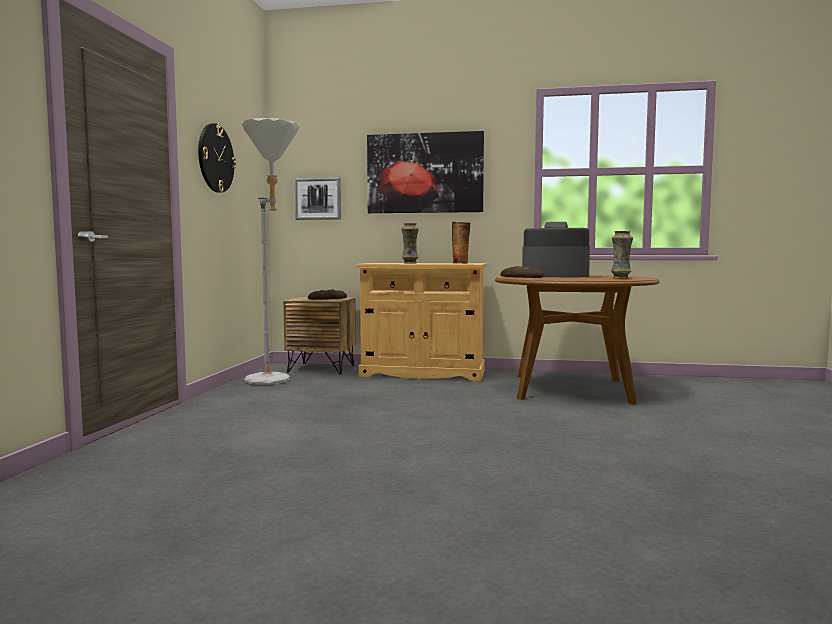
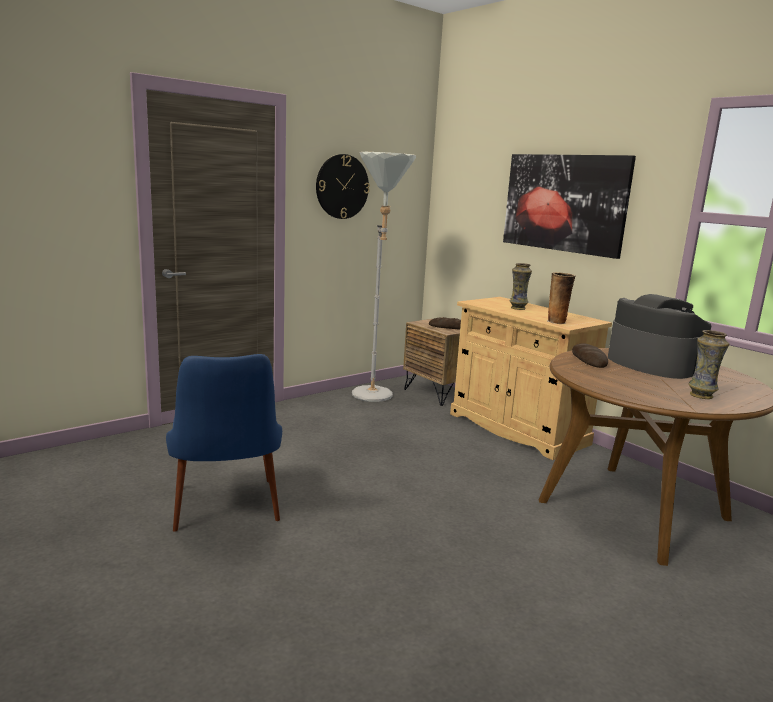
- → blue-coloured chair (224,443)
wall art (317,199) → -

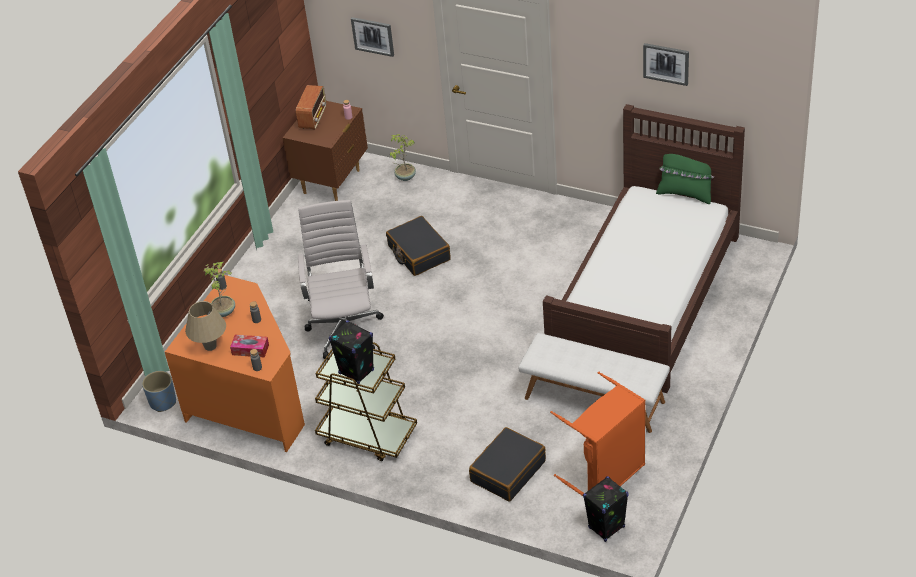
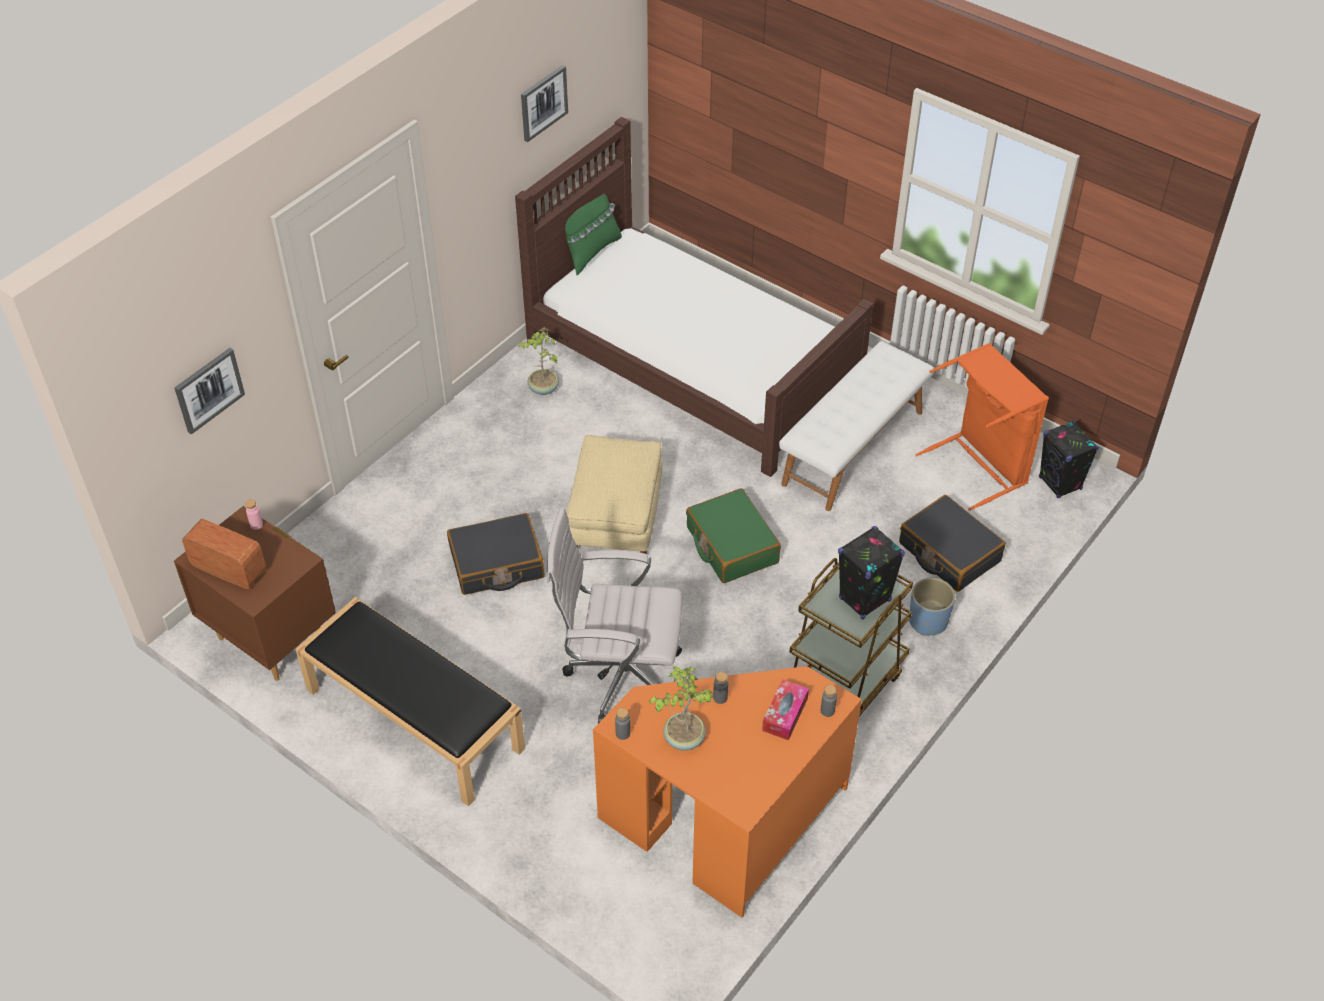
- → blackish indoor bench (410,702)
houseplant (403,157) → houseplant (539,361), shifted
- → beige footrest (614,494)
- → green suitcase (733,535)
blue-coloured planter (159,391) → blue-coloured planter (932,607), shifted
beige table lamp (205,326) → -

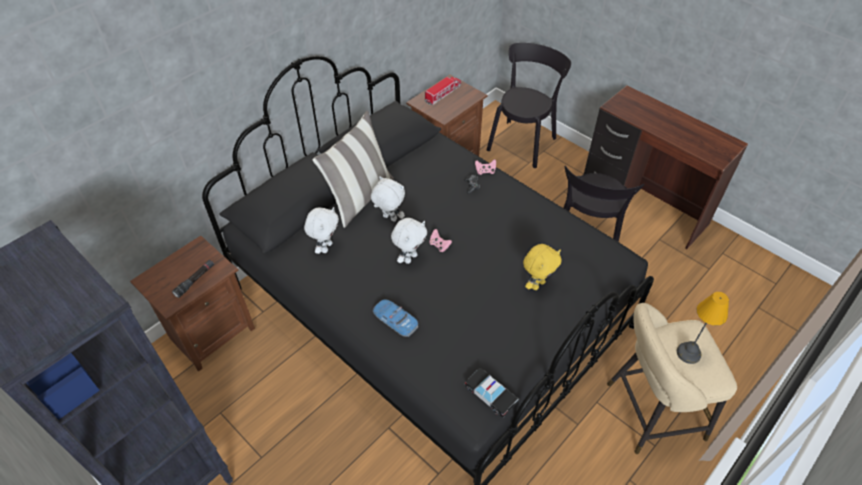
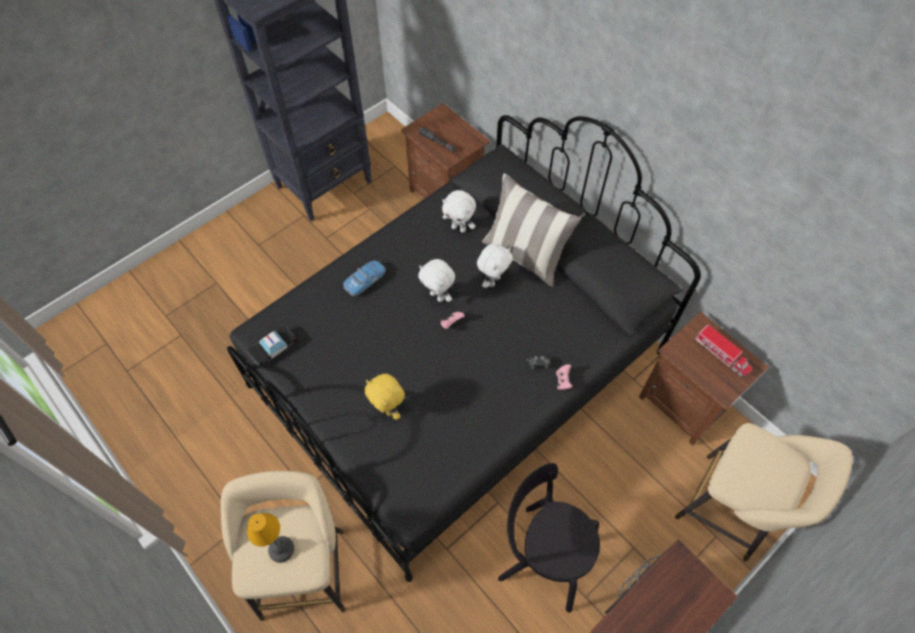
blackish chair (529,105) → beige sitting stool (764,492)

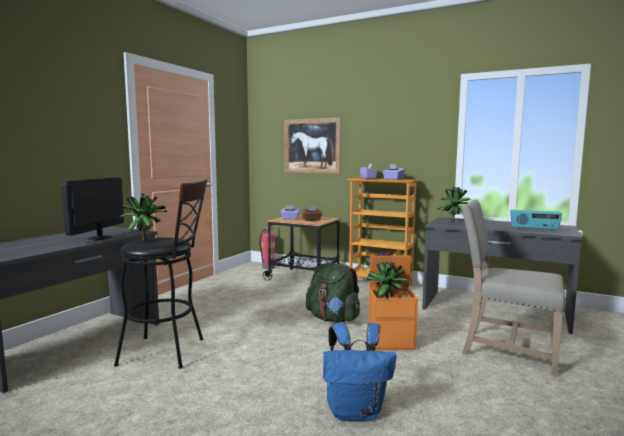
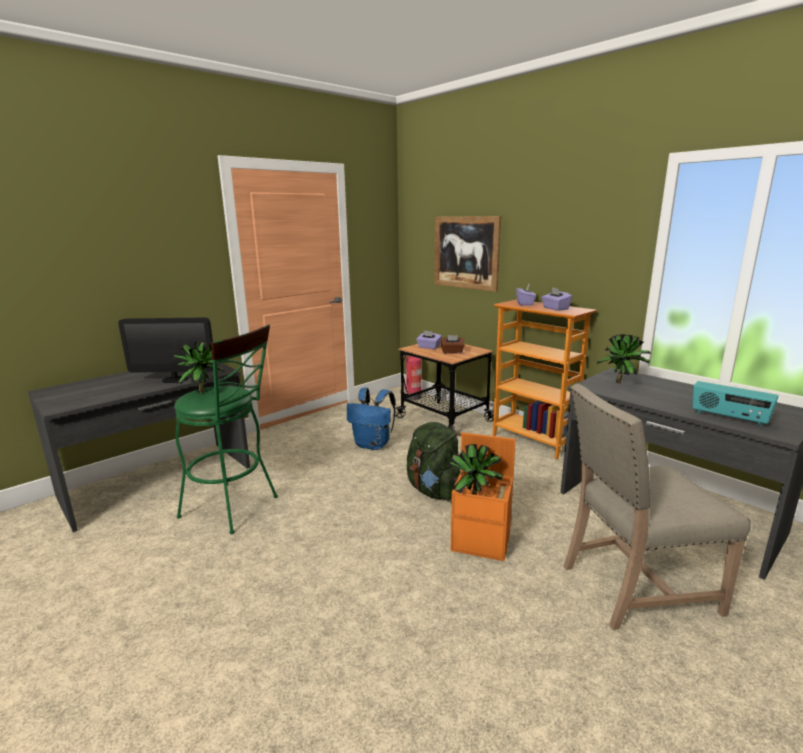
computer screen (92,208) → computer screen (165,350), 120 degrees counterclockwise
blackish sitting stool (160,274) → green sitting stool (226,429)
blue-coloured backpack (360,372) → blue-coloured backpack (371,419), shifted
beige chair (513,288) → beige chair (657,507), 60 degrees counterclockwise

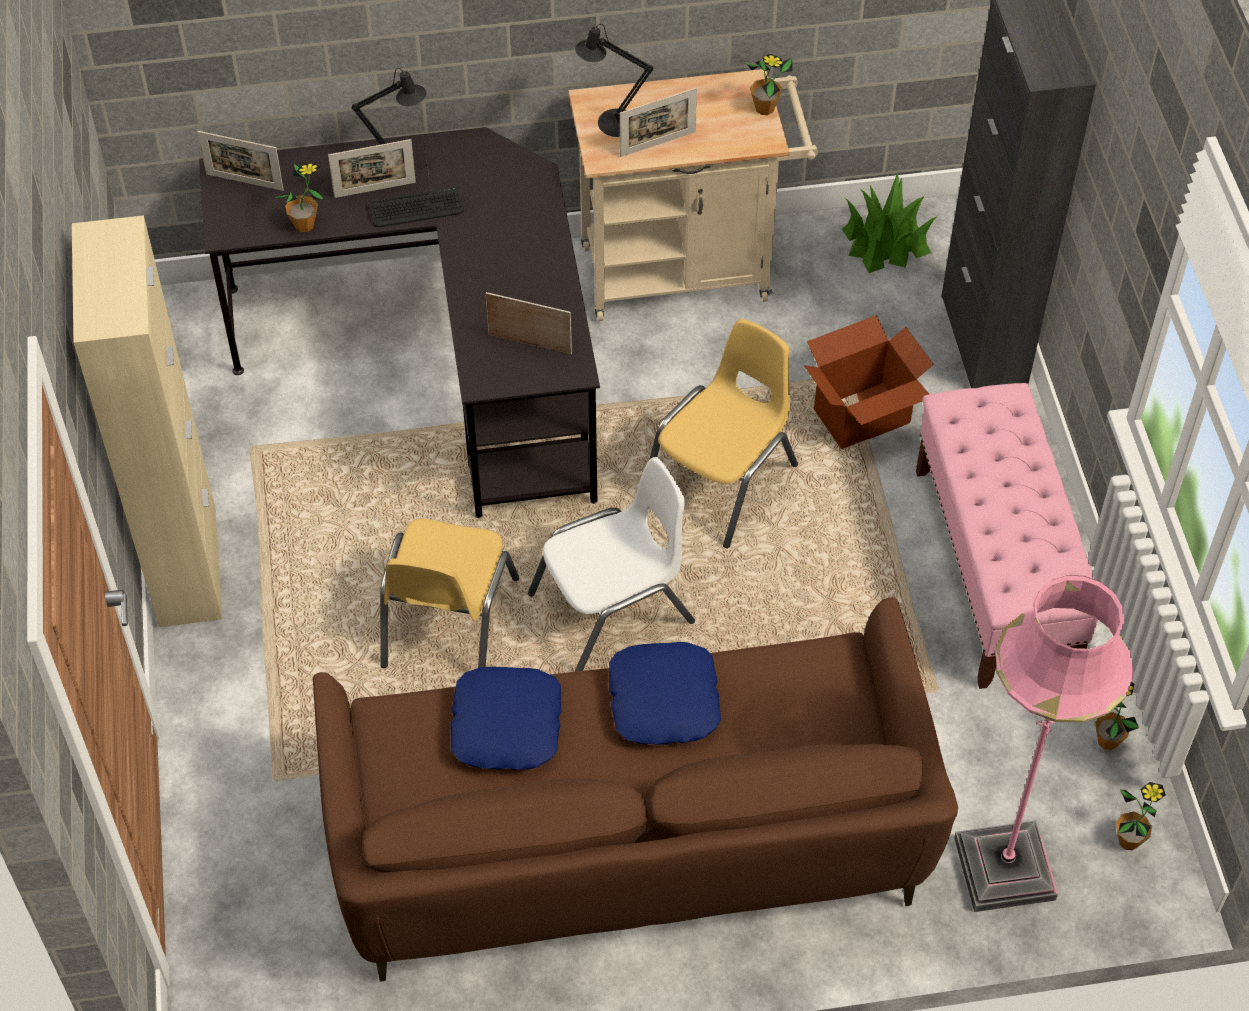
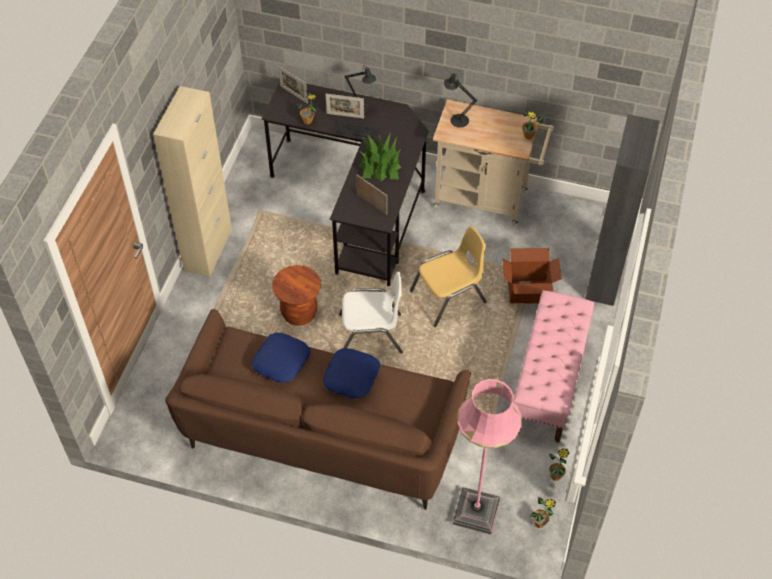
yellowish chair (449,593) → brownish sitting stool (296,295)
houseplant (890,222) → houseplant (380,157), shifted
picture frame (658,122) → -

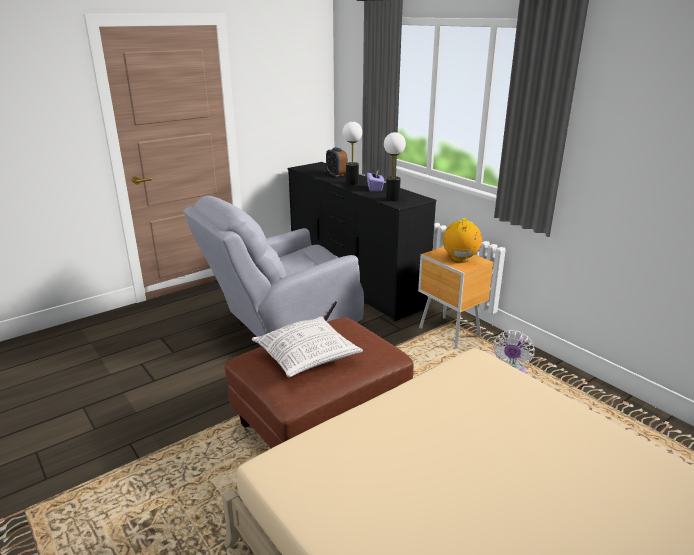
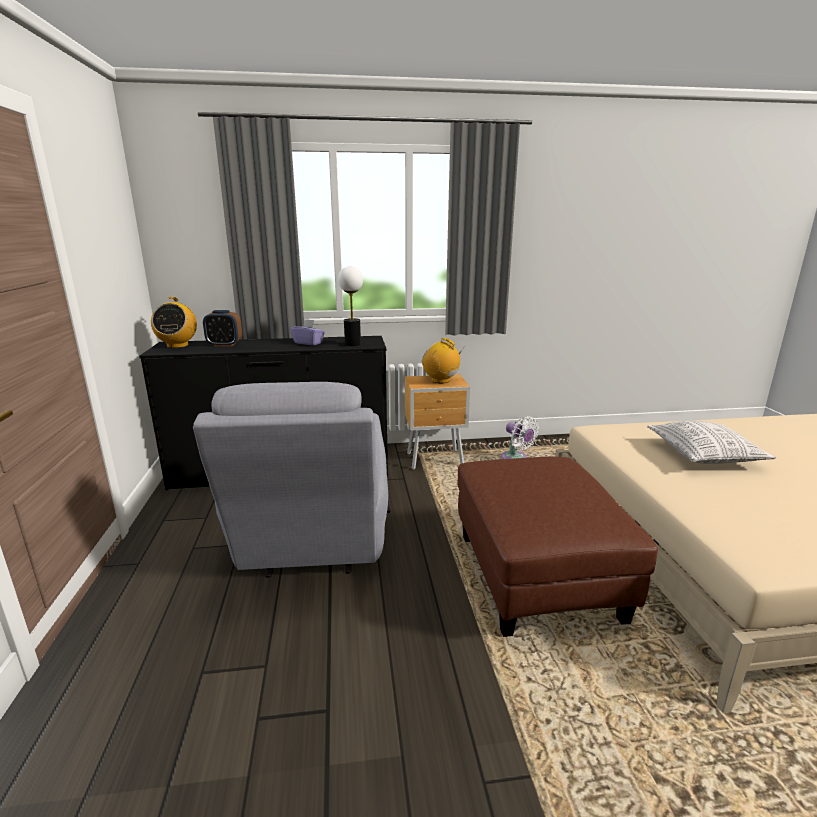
- → radio set (174,322)
throw pillow (307,346) → throw pillow (711,442), shifted
table lamp (352,153) → -

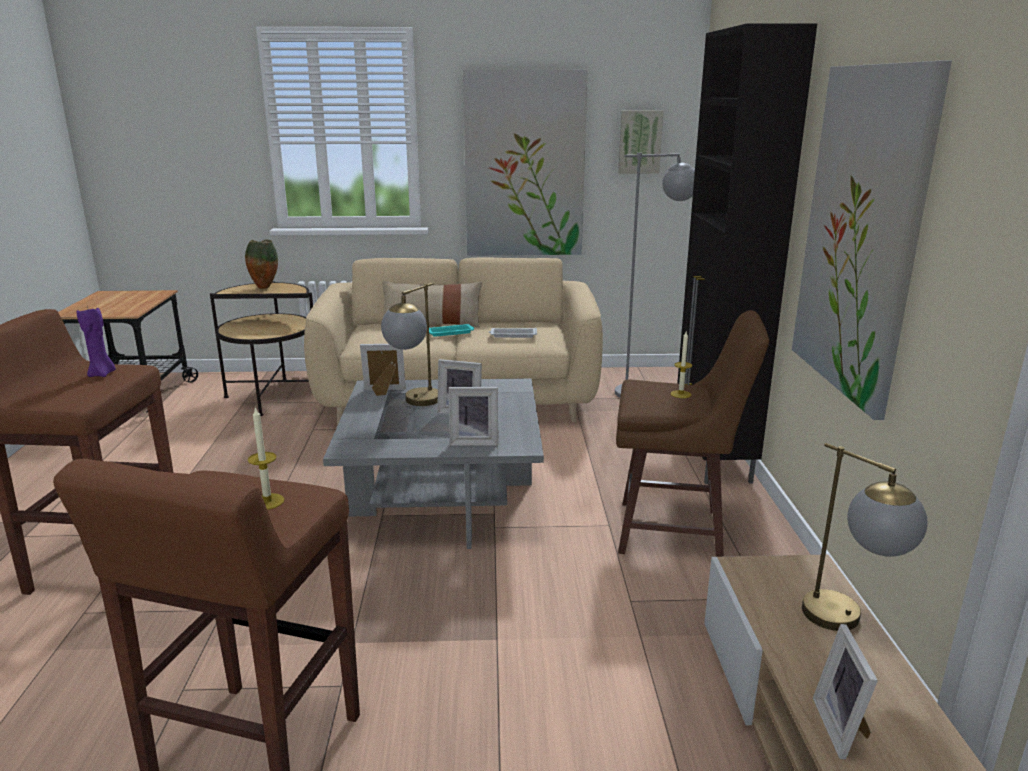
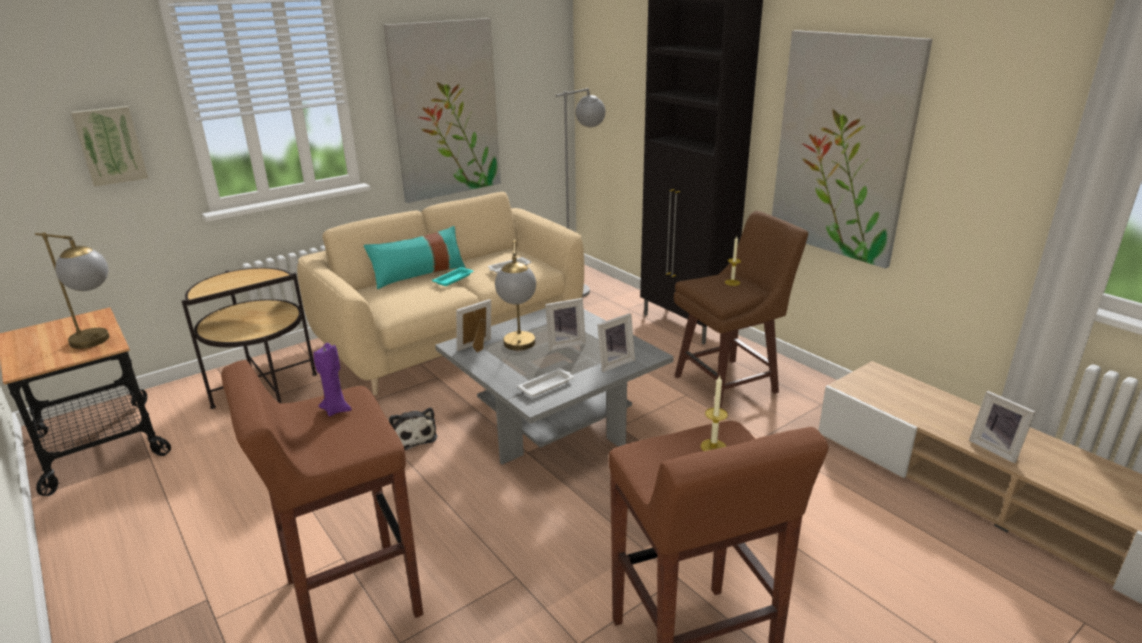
table lamp (864,537) → table lamp (72,290), shifted
wall art (640,142) → wall art (109,146), shifted
beige throw pillow (432,304) → turquoise-coloured throw pillow (415,257)
- → cuddly toy (413,429)
- → whitish carrying tray (545,382)
flower vase (261,264) → -

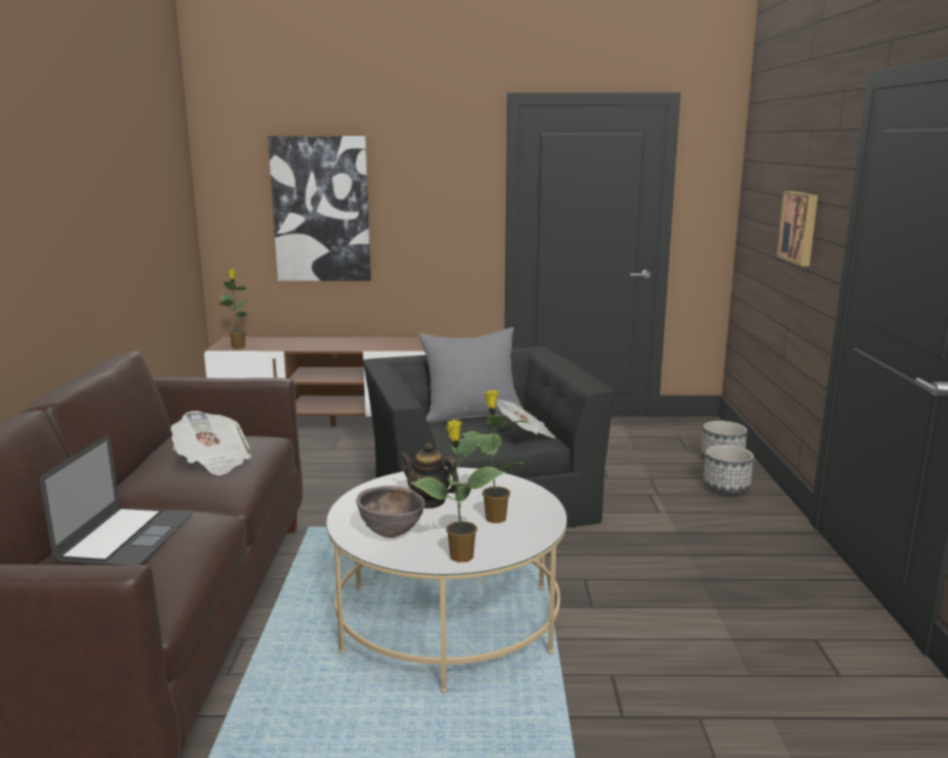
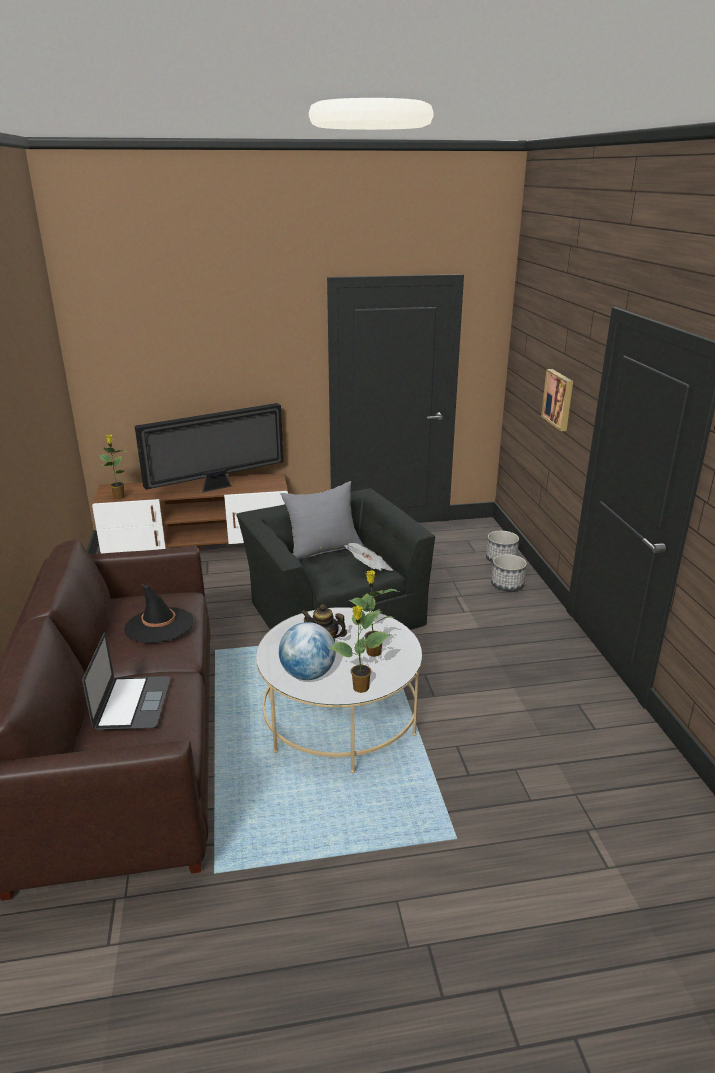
newspaper (211,443) → blackish hat (159,613)
- → TV (209,448)
brownish bowl (390,512) → globe (307,651)
wall art (319,208) → -

